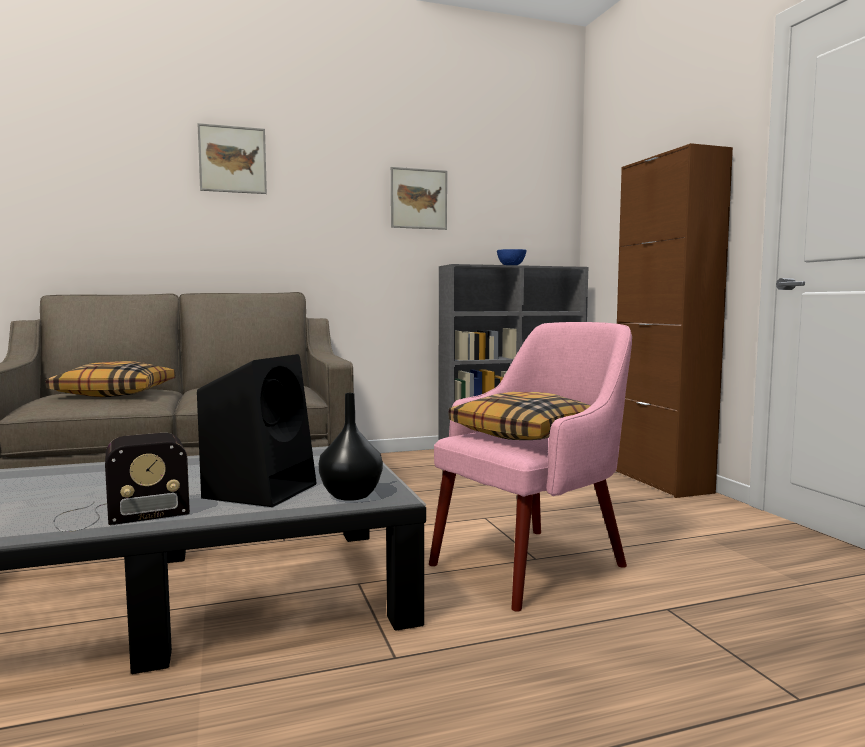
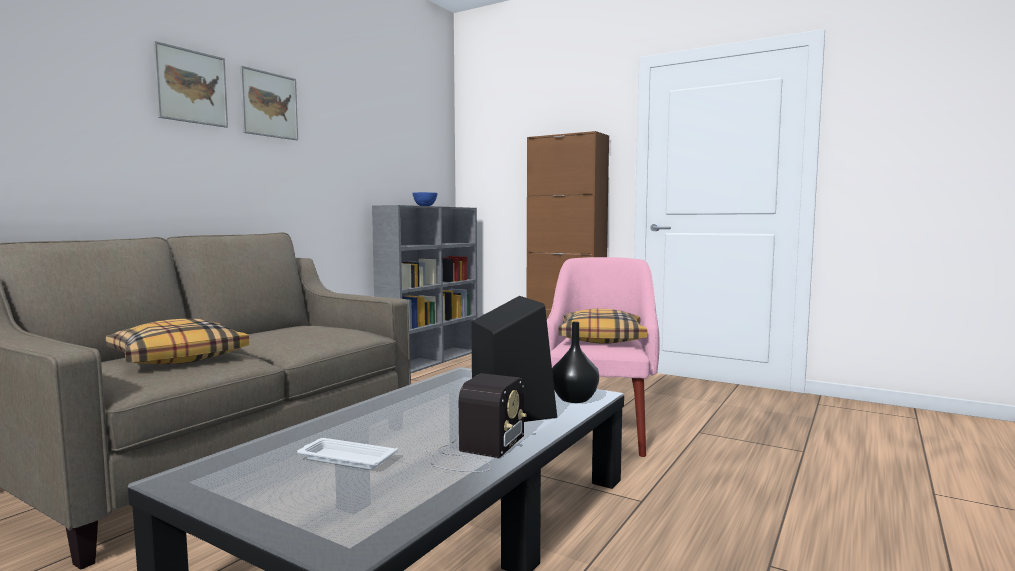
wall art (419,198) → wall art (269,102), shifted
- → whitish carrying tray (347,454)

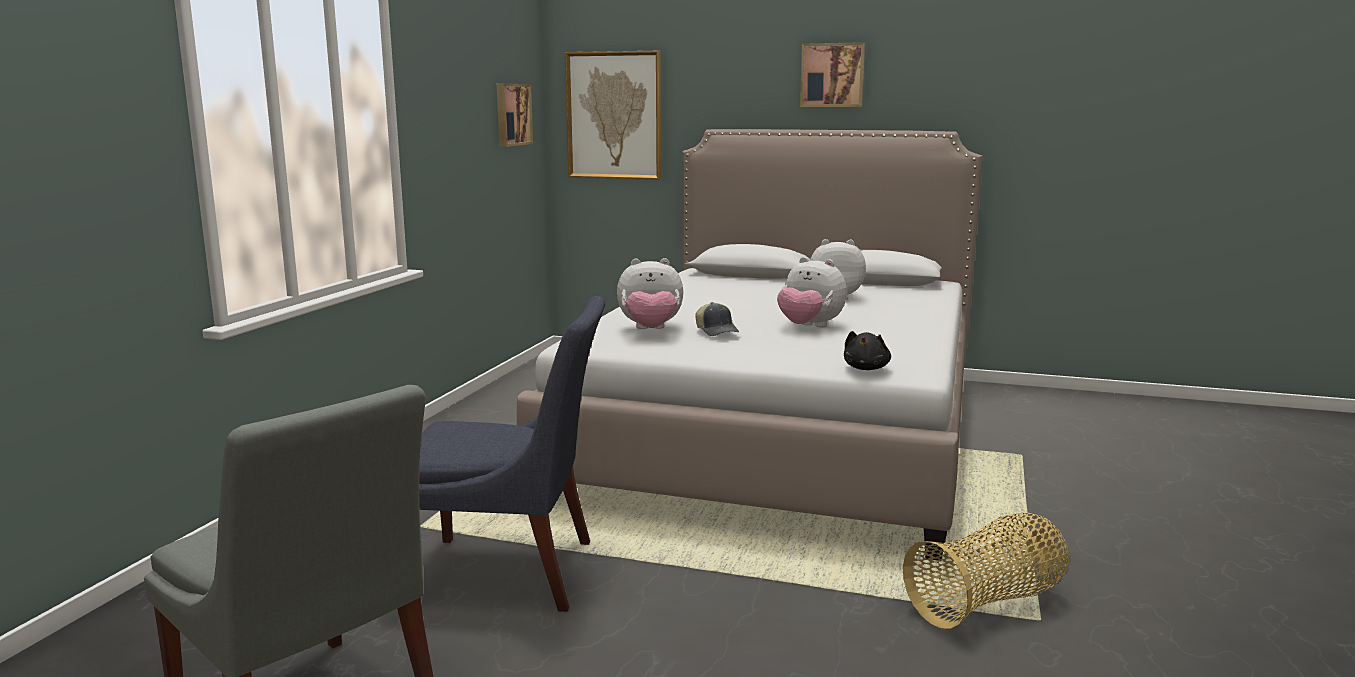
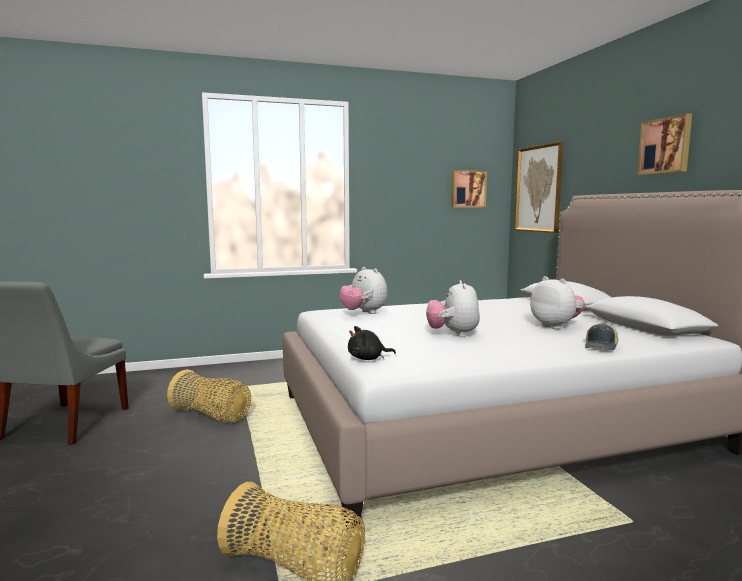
blue-coloured chair (512,454) → household basket (209,396)
peaked cap (717,319) → peaked cap (601,337), shifted

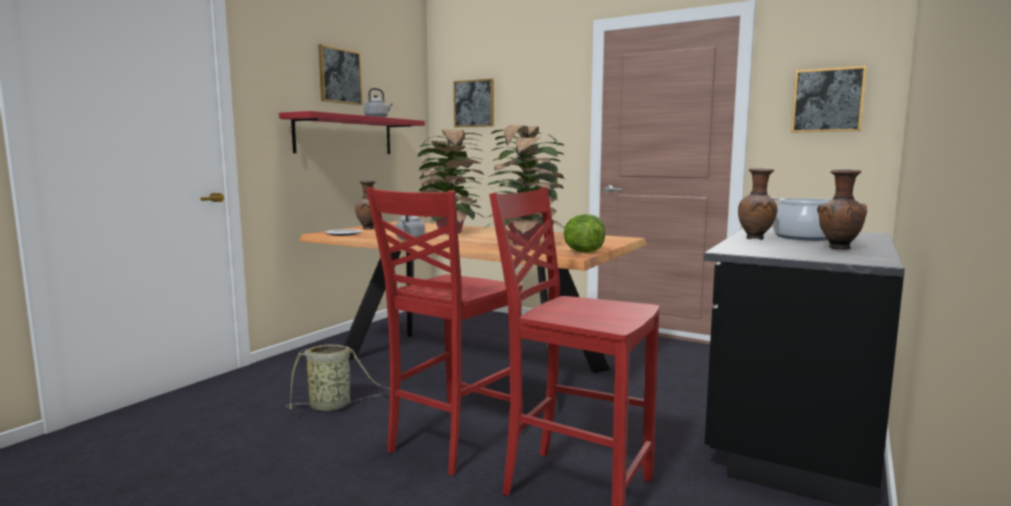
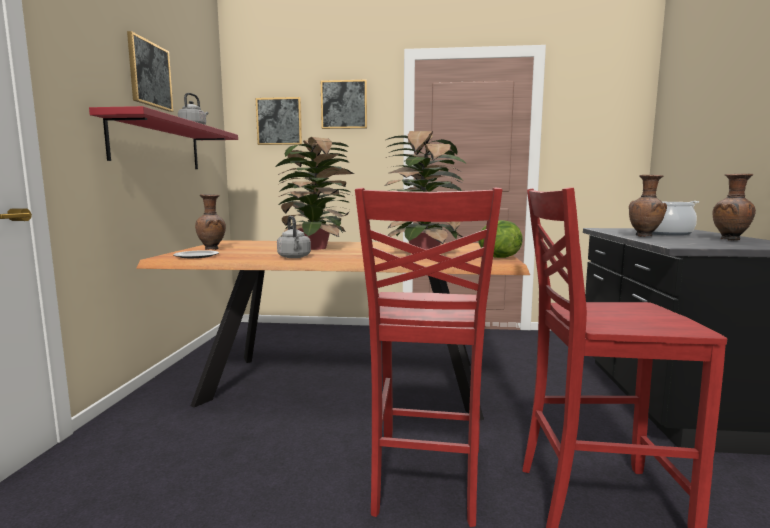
wall art (829,99) → wall art (344,104), shifted
household basket (337,377) → -

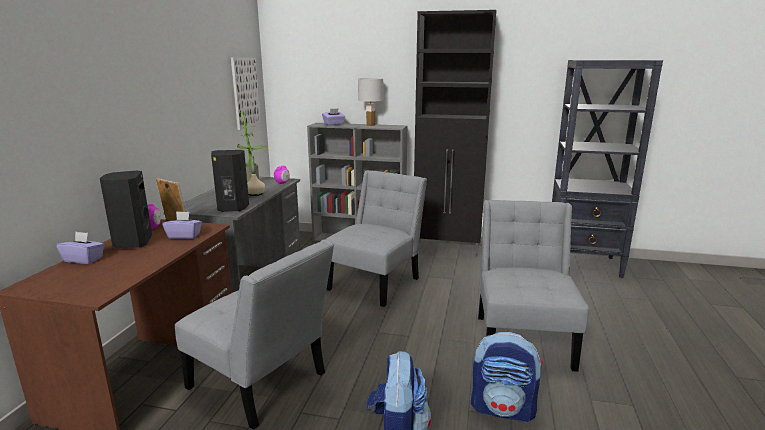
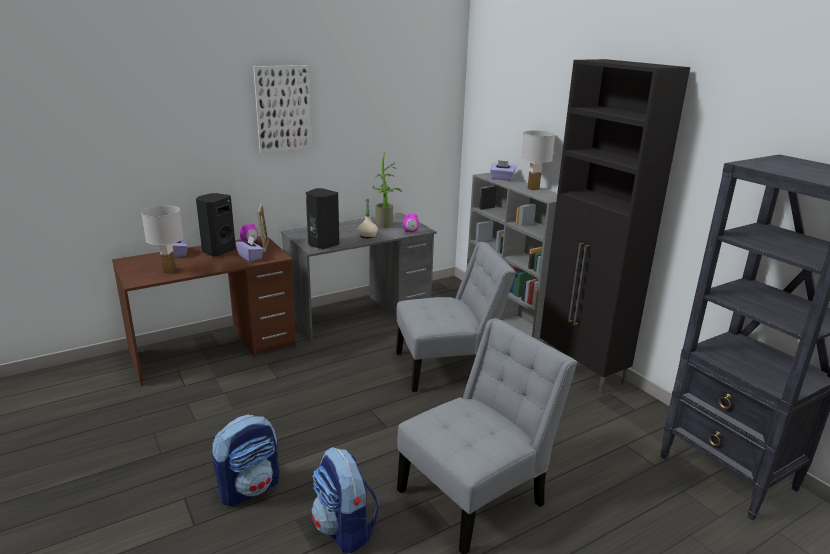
- → whitish table lamp (162,240)
wall art (246,93) → wall art (282,109), shifted
gray chair (254,334) → -

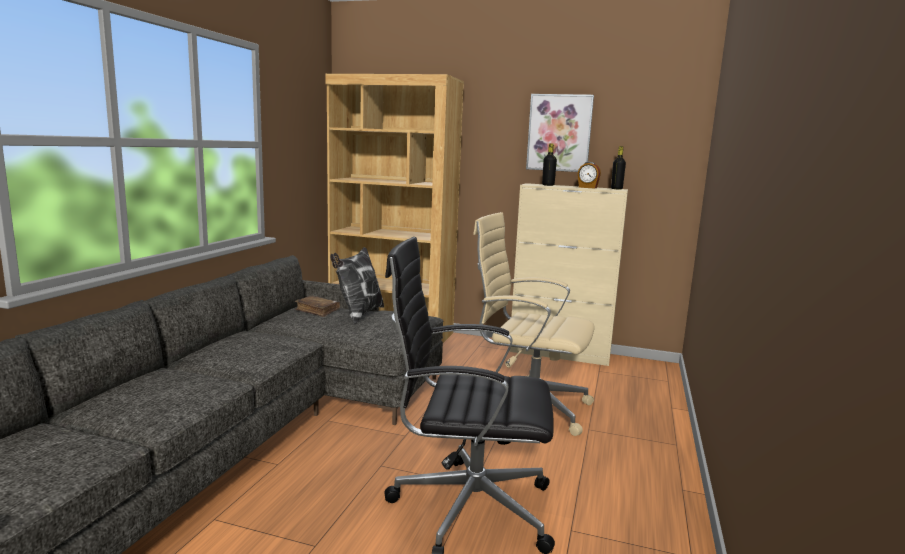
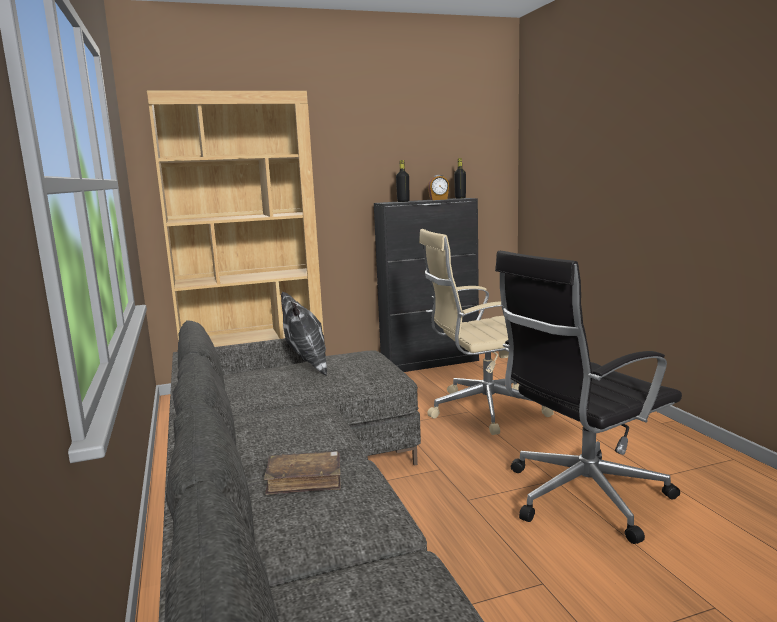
brownish bound book (317,306) → brownish bound book (302,473), shifted
beige cabinet (568,274) → blackish cabinet (426,285)
wall art (560,133) → -

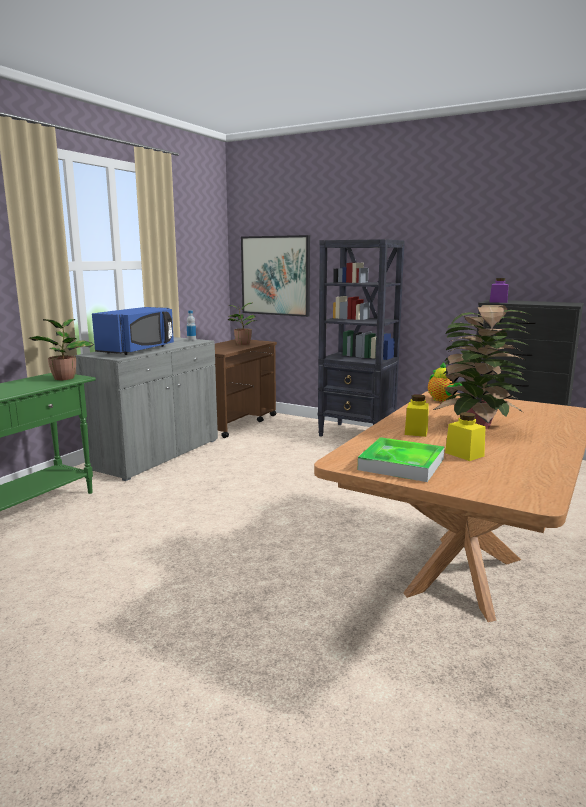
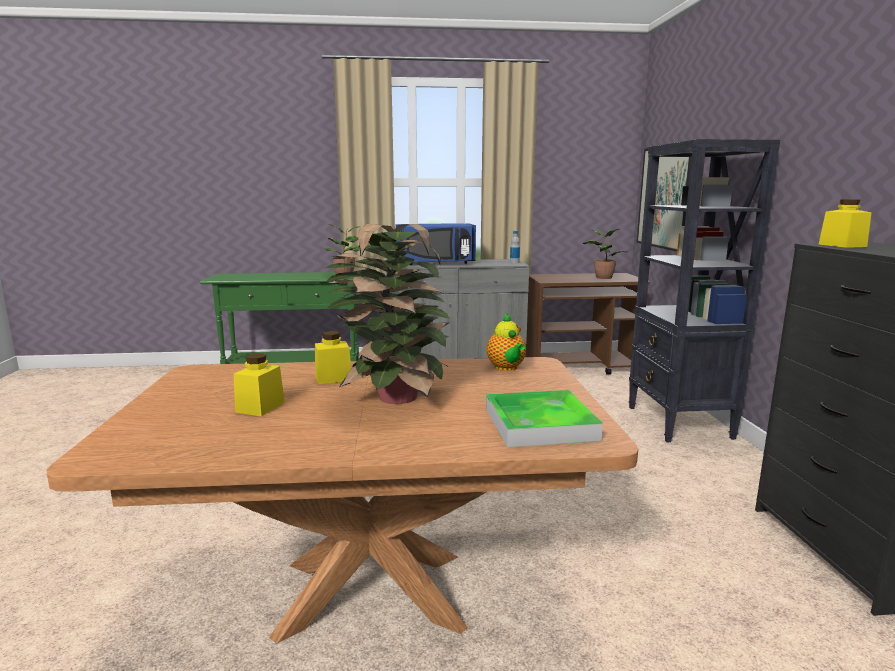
teapot (445,382) → teapot (506,342), 45 degrees counterclockwise
carrying tray (401,459) → carrying tray (544,418), shifted
purple storage jar (499,290) → yellowish storage jar (845,223)

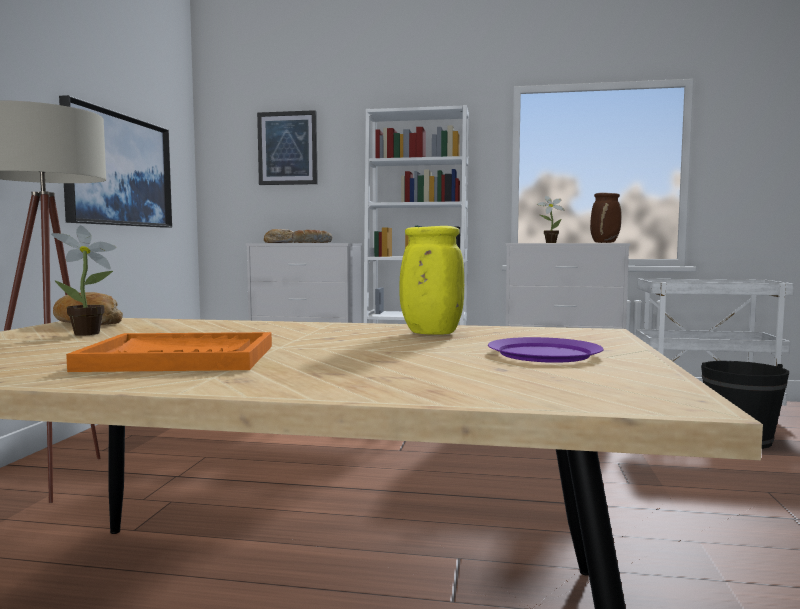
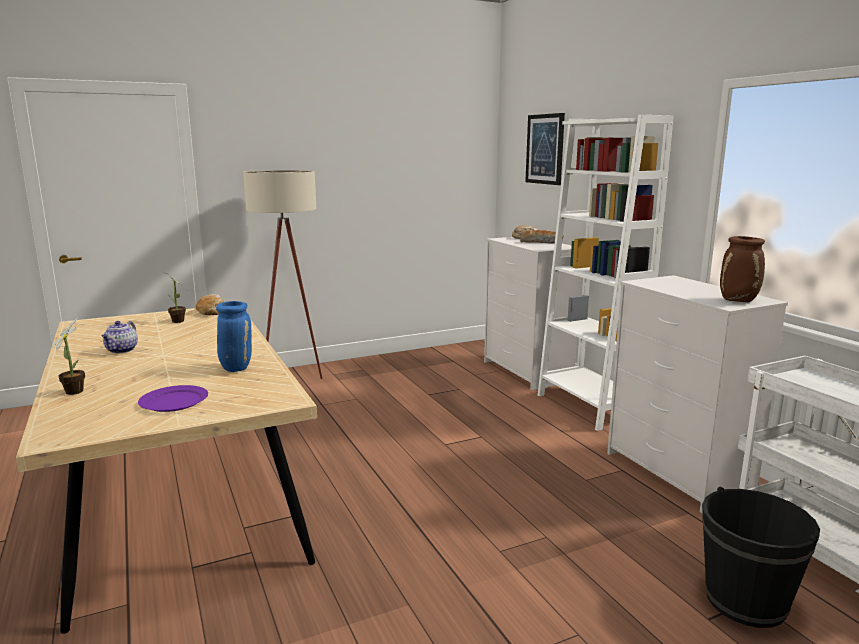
houseplant (551,219) → houseplant (67,356), shifted
orange carrying tray (169,352) → teapot (120,337)
yellowish flower vase (431,280) → blue-coloured flower vase (234,336)
wall art (115,161) → -

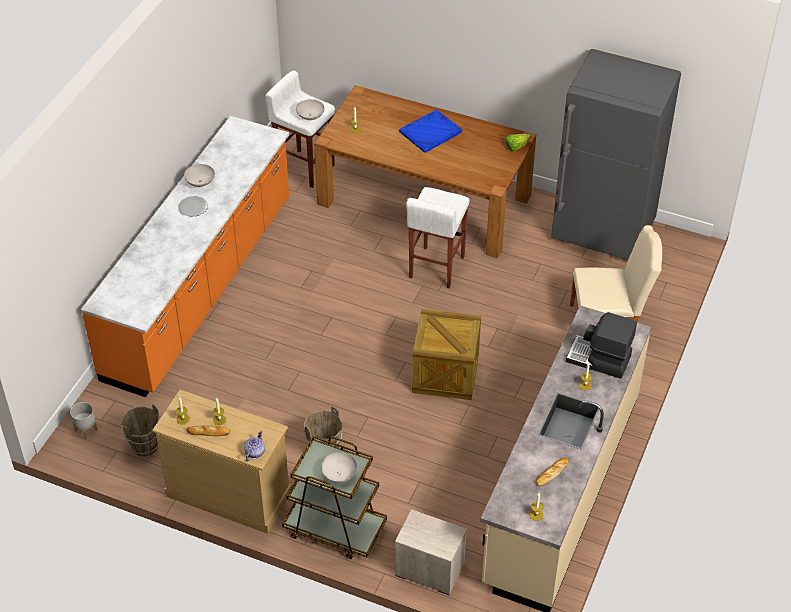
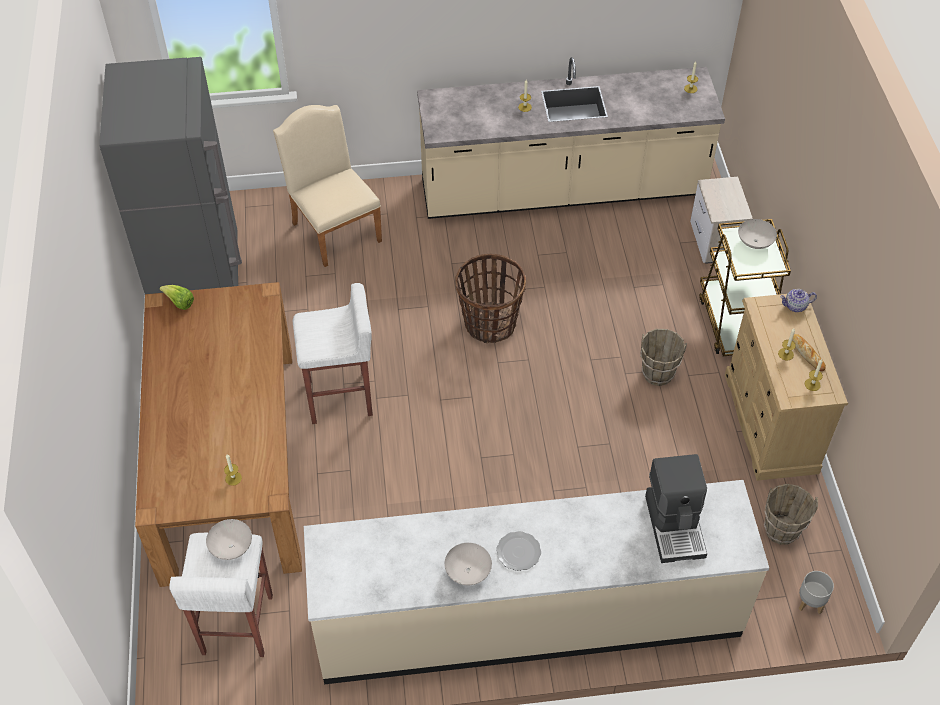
orange counter (185,257) → beige counter (536,582)
shipping crate (446,354) → household basket (490,298)
coffee machine (601,345) → coffee machine (676,508), shifted
blue-coloured carrying tray (430,131) → -
bakery bread (552,472) → -

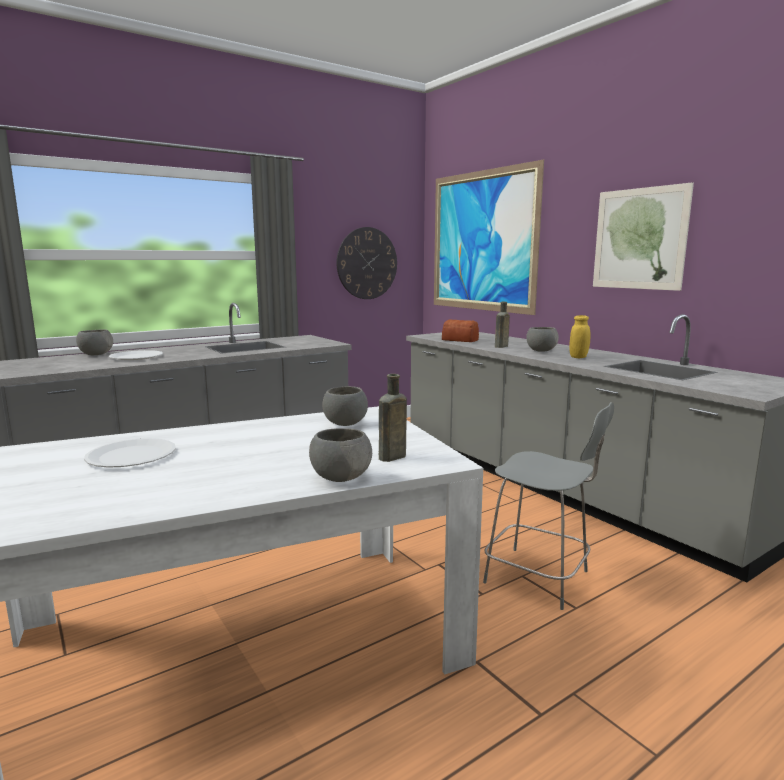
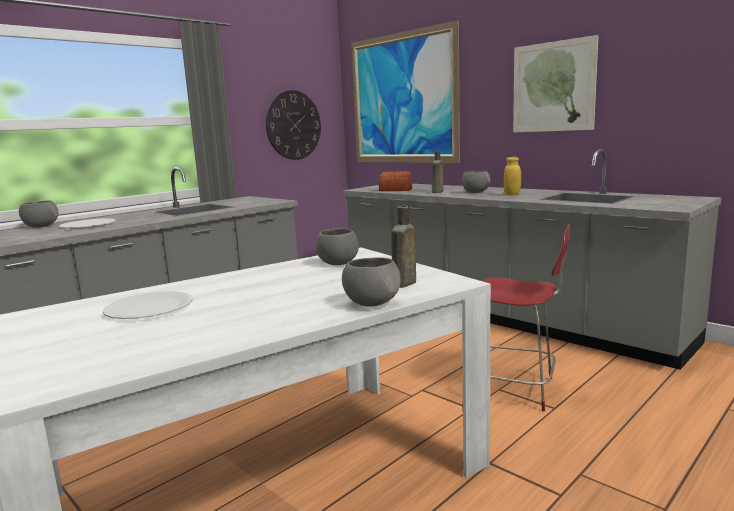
gray chair (548,506) → reddish chair (526,317)

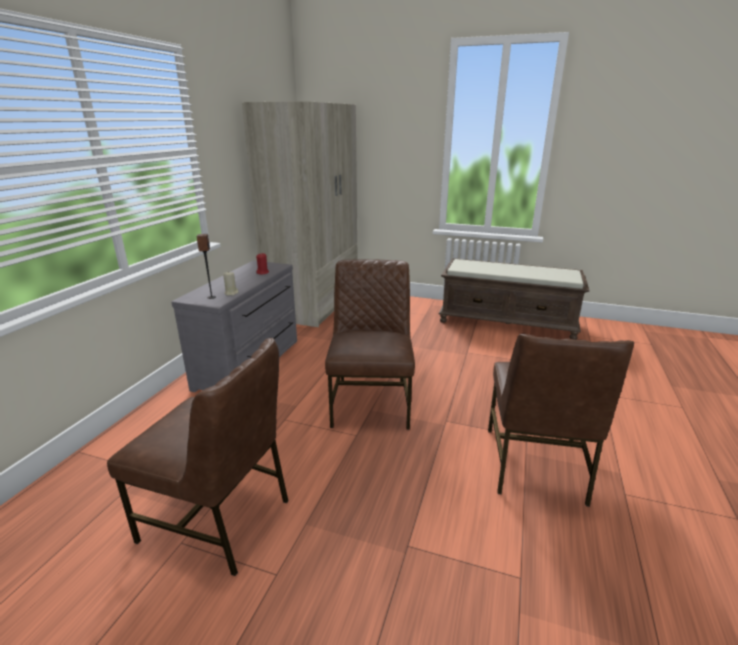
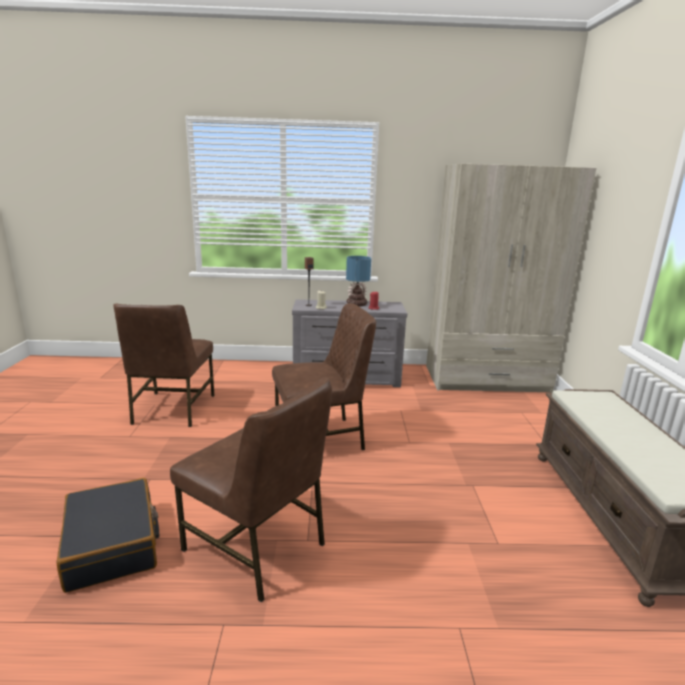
- → blackish suitcase (108,535)
brownish chair (561,420) → brownish chair (251,489), 135 degrees counterclockwise
- → table lamp (358,281)

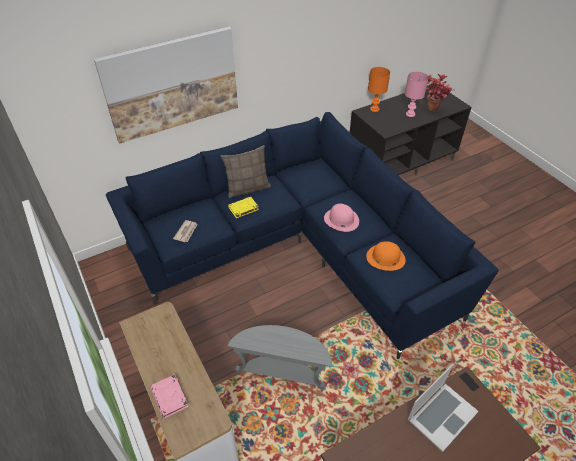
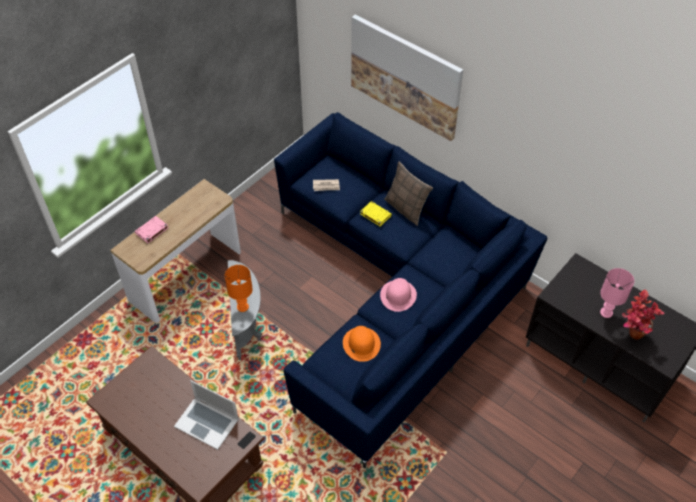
orange table lamp (379,89) → orange table lamp (239,288), shifted

